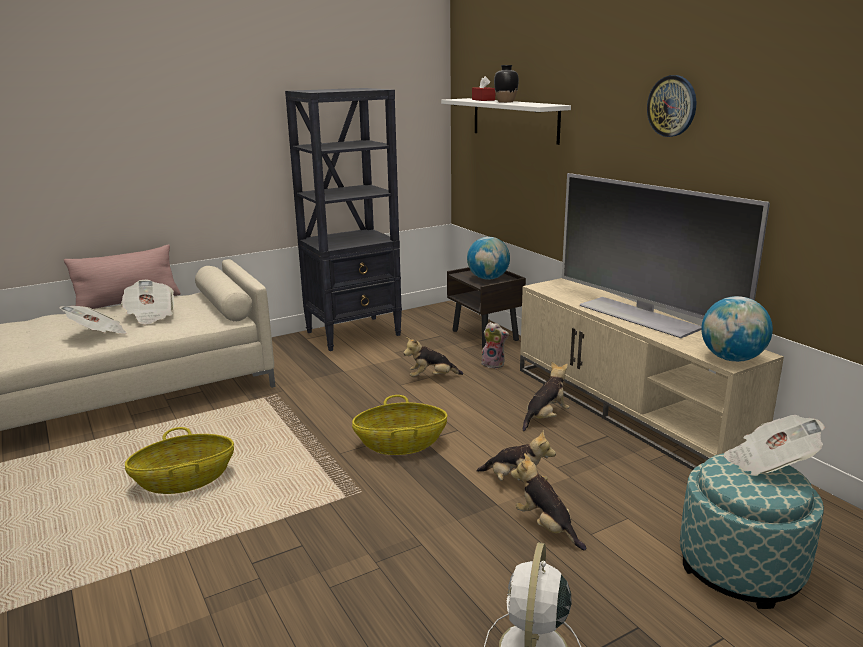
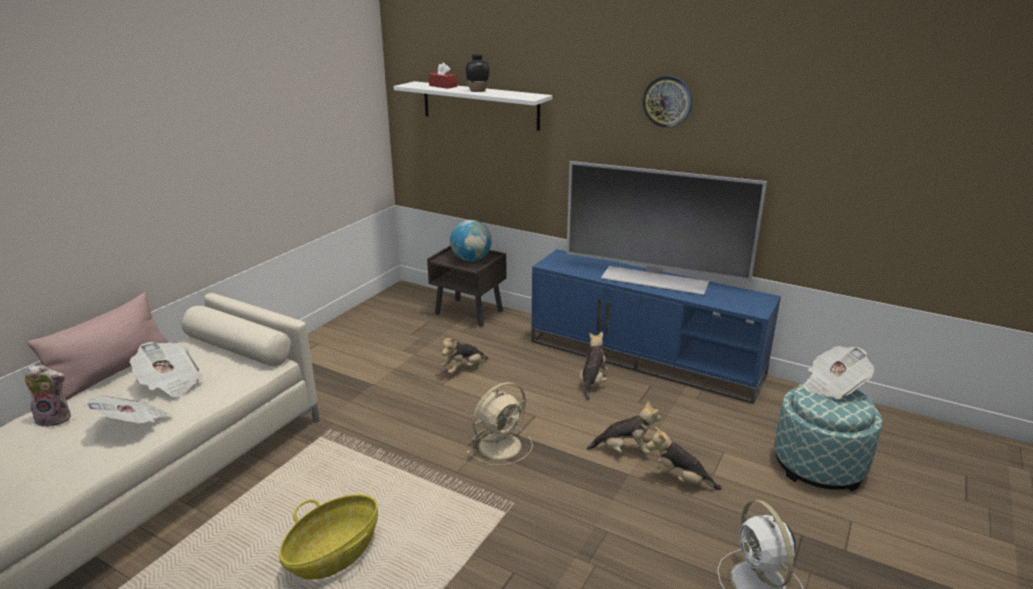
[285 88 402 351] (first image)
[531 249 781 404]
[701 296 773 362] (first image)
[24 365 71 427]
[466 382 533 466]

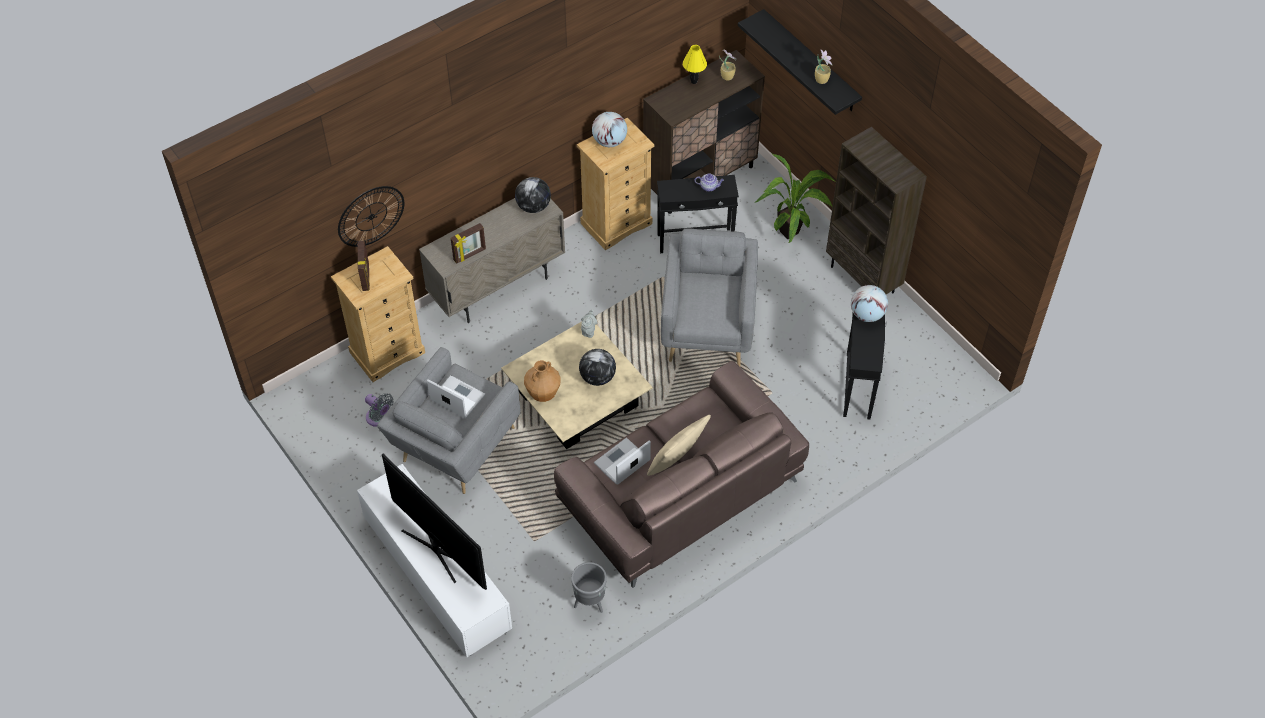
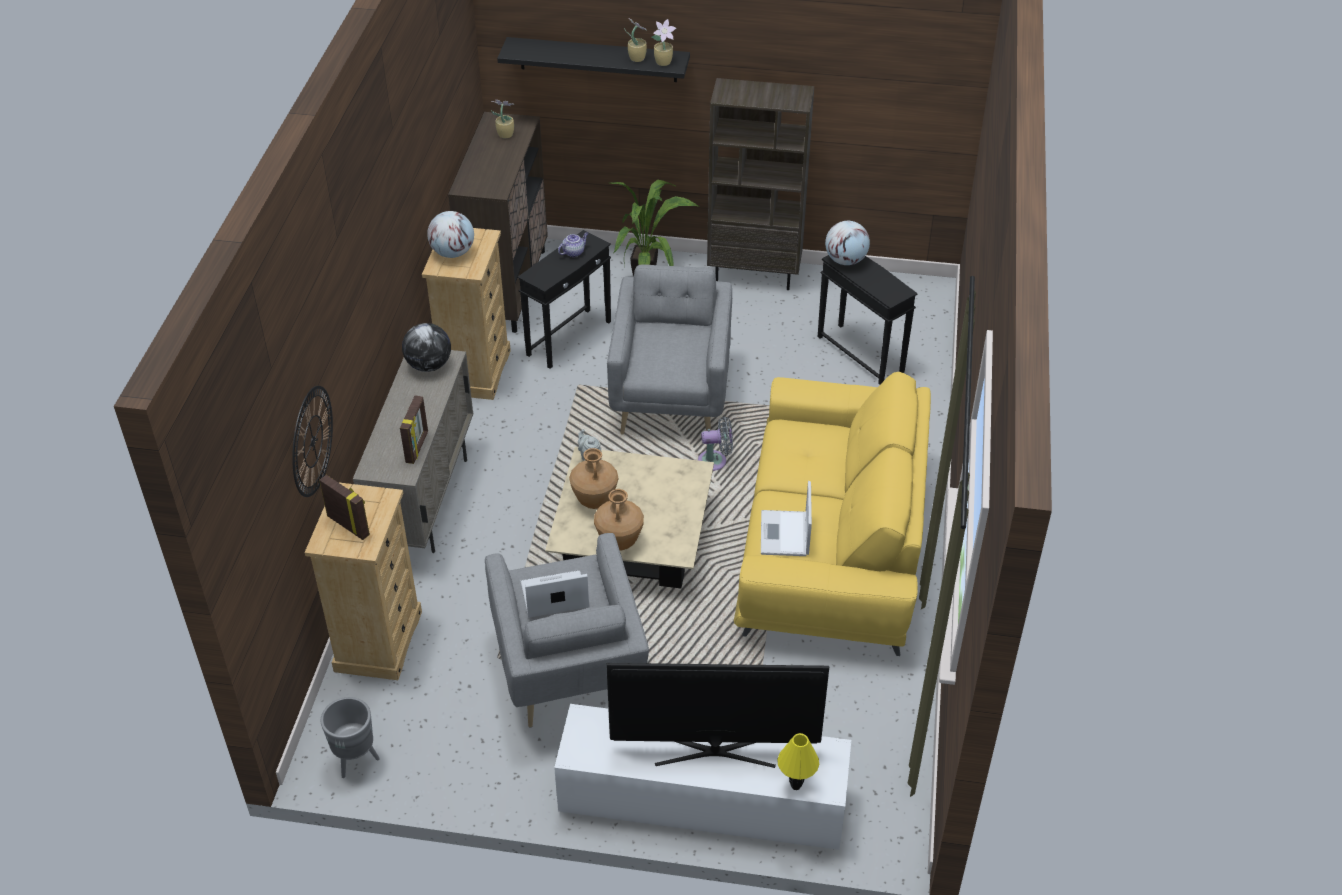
[777 733 819 790]
[607 265 732 434]
[579 349 616 386] (first image)
[734 372 931 656]
[698 417 733 471]
[647 415 711 476] (first image)
[321 697 380 778]
[652 19 676 66]
[569 448 618 509]

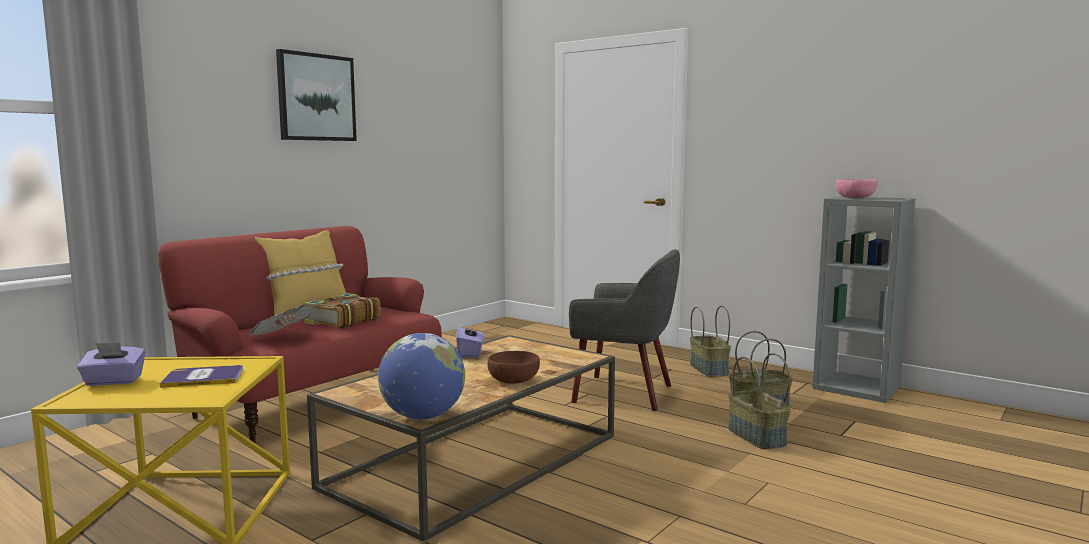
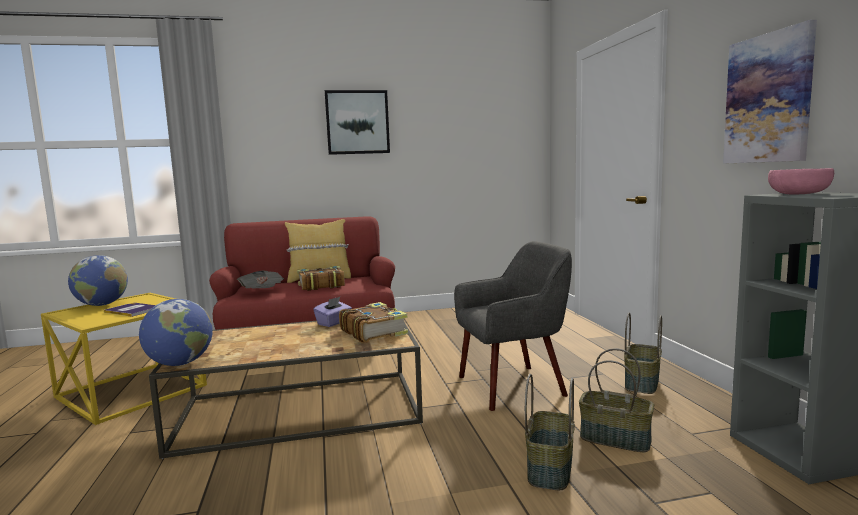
[454 241 572 411]
[68 255 128 306]
[488 351 540 384] (first image)
[723 20 817 164]
[339 302 408 342]

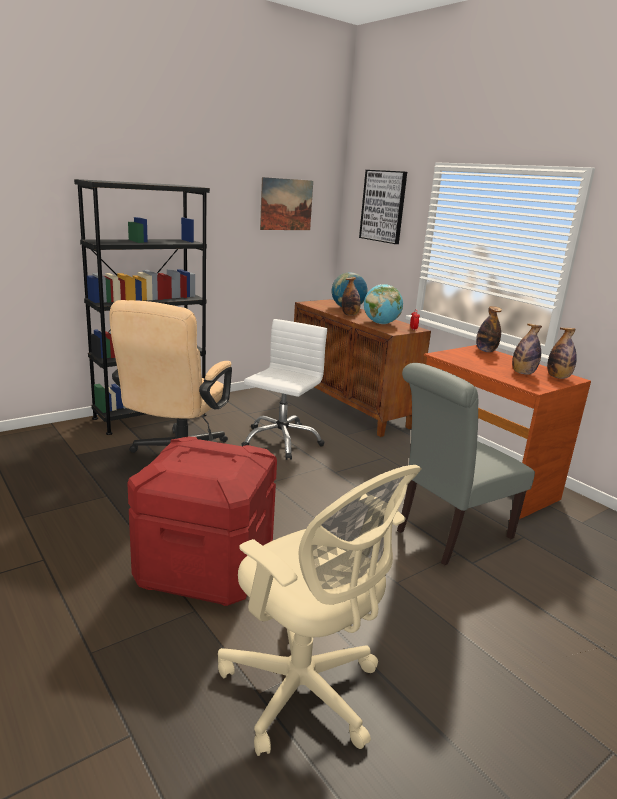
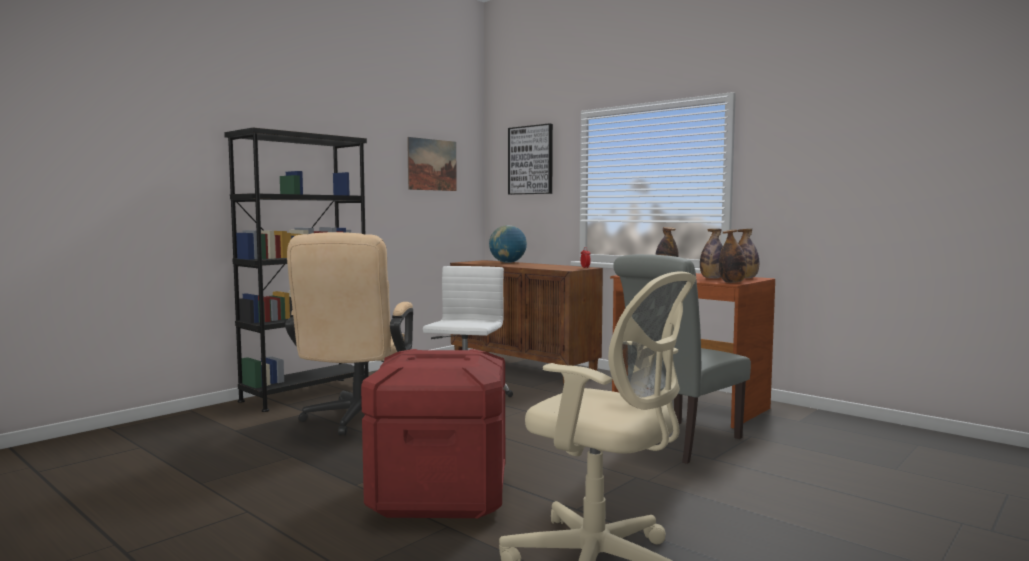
[719 229 747 283]
[364 284 403 324] (first image)

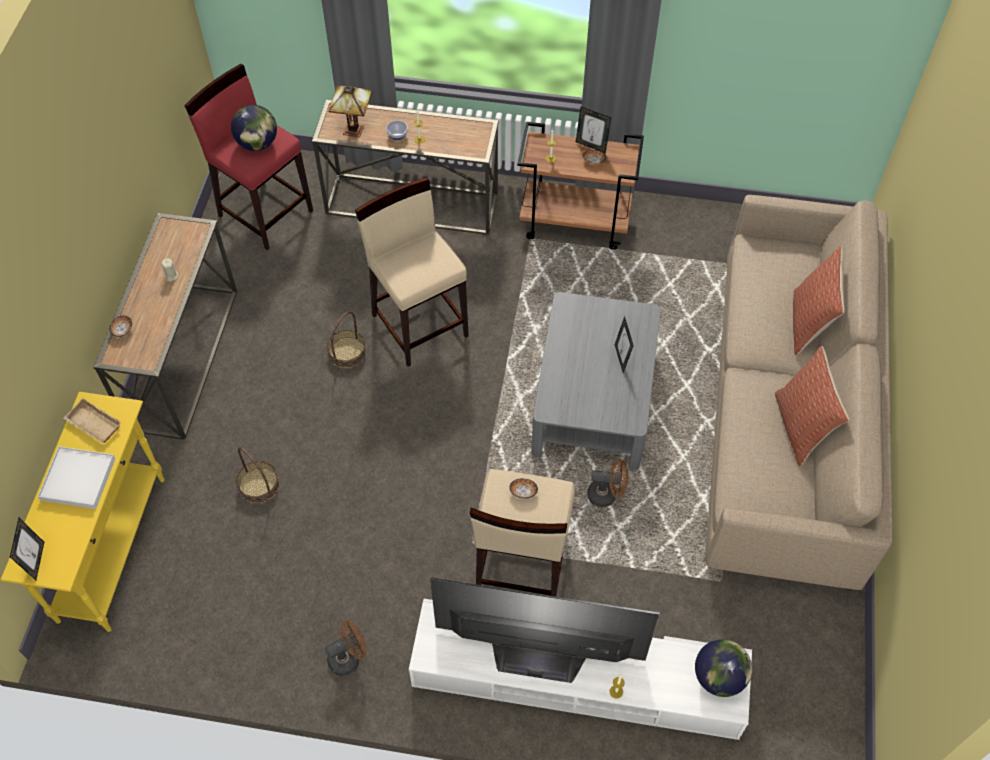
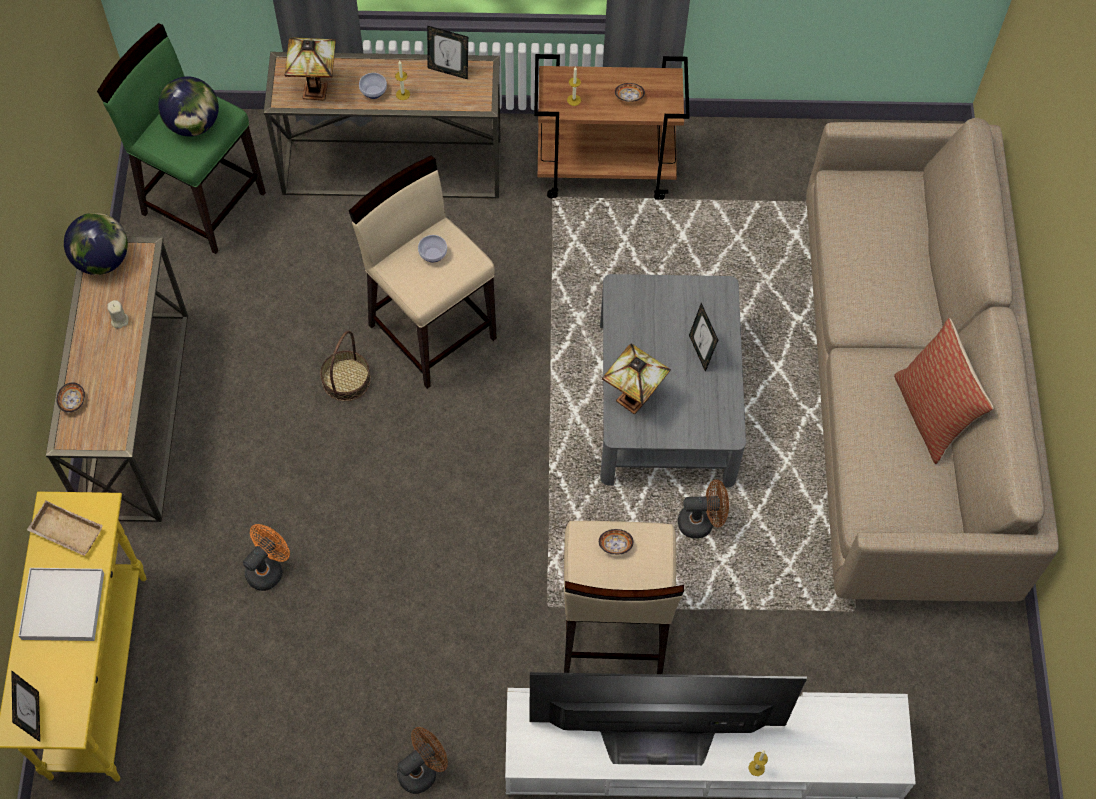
[97 23 266 254]
[427 25 468 79]
[793 246 845 355] (first image)
[243 524 290 591]
[64 213 128 275]
[418 235 447 263]
[602 344 671 414]

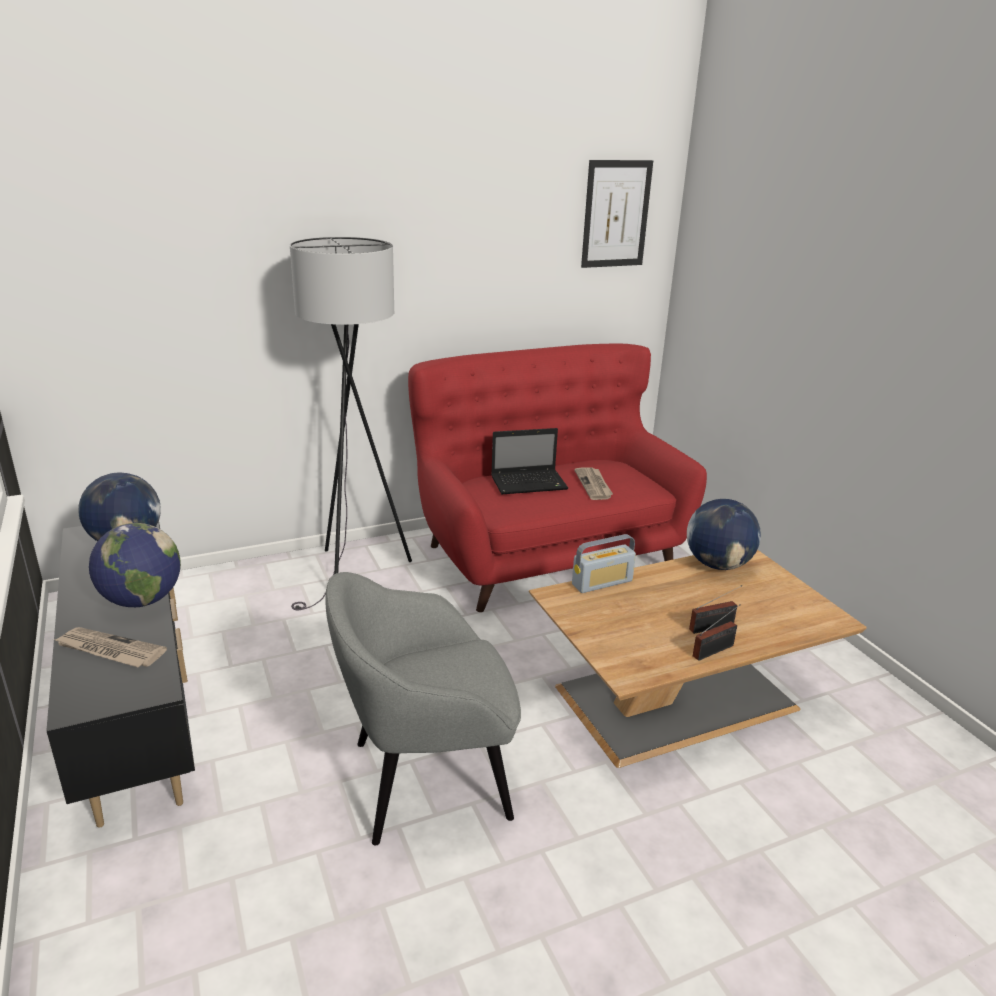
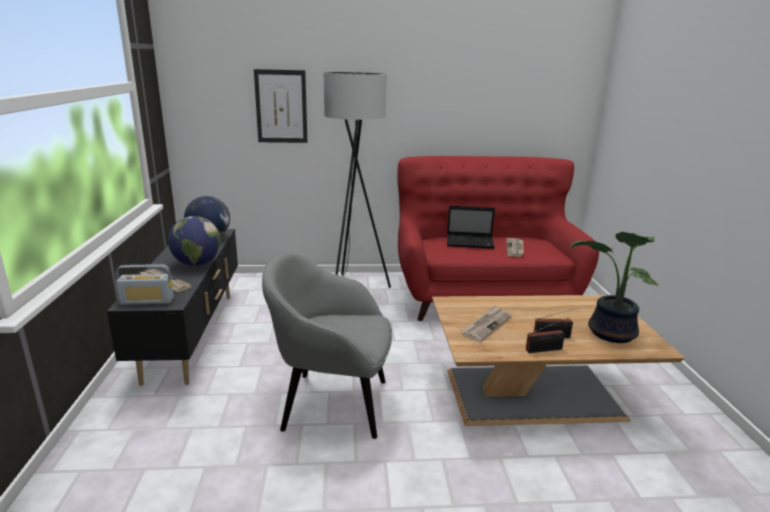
[254 69 307 143]
[687 499 761 570] (first image)
[116 264 174 305]
[570 232 659 343]
[461 306 511 342]

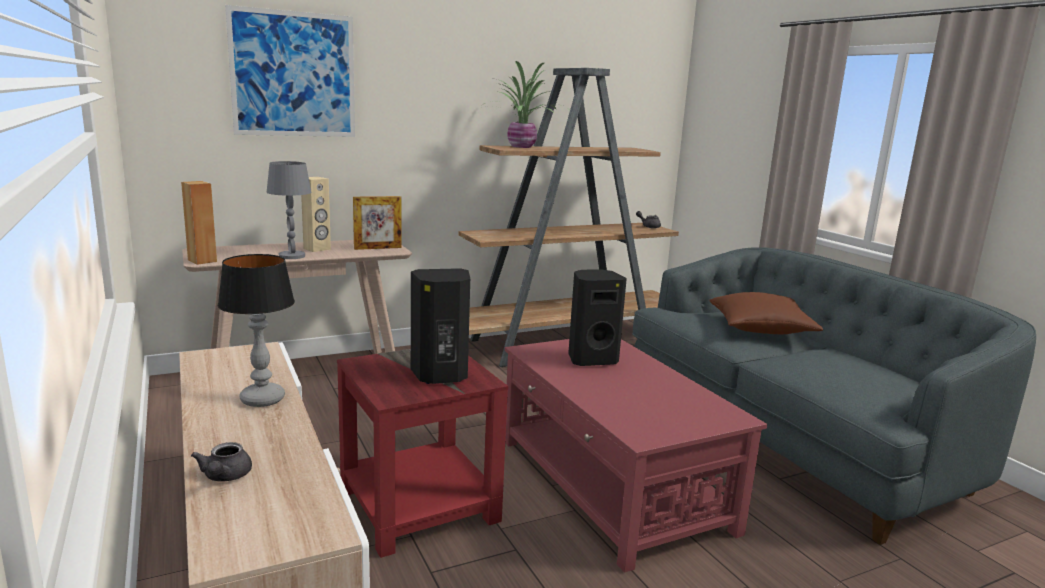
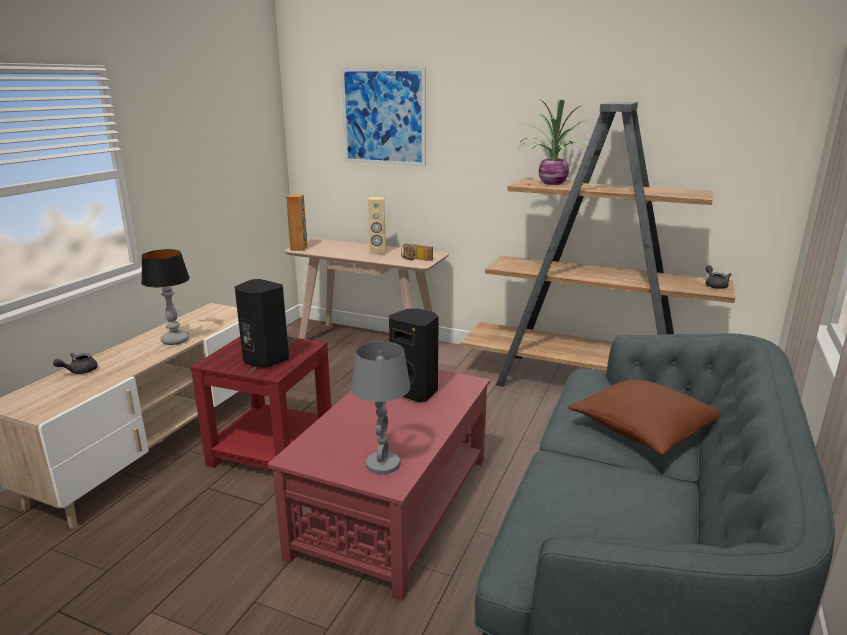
[351 341 410 474]
[401 243 433 261]

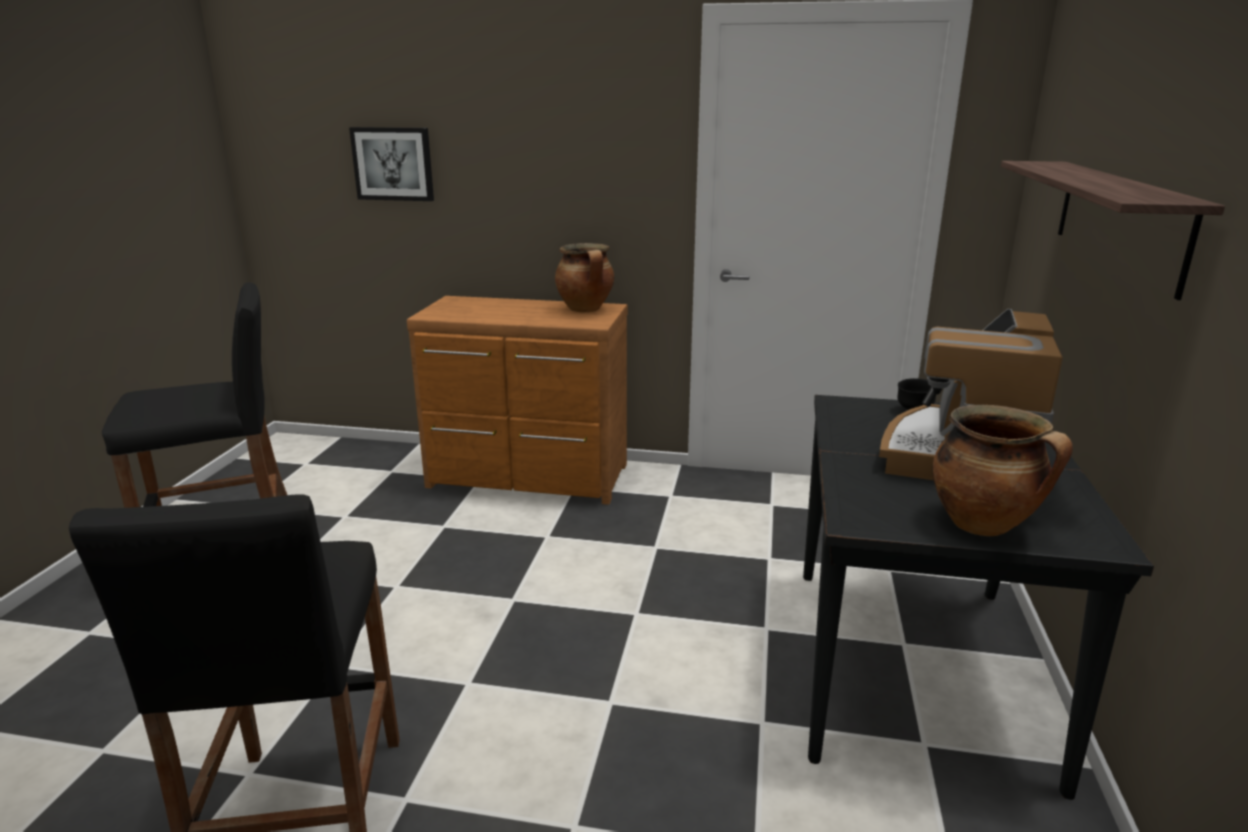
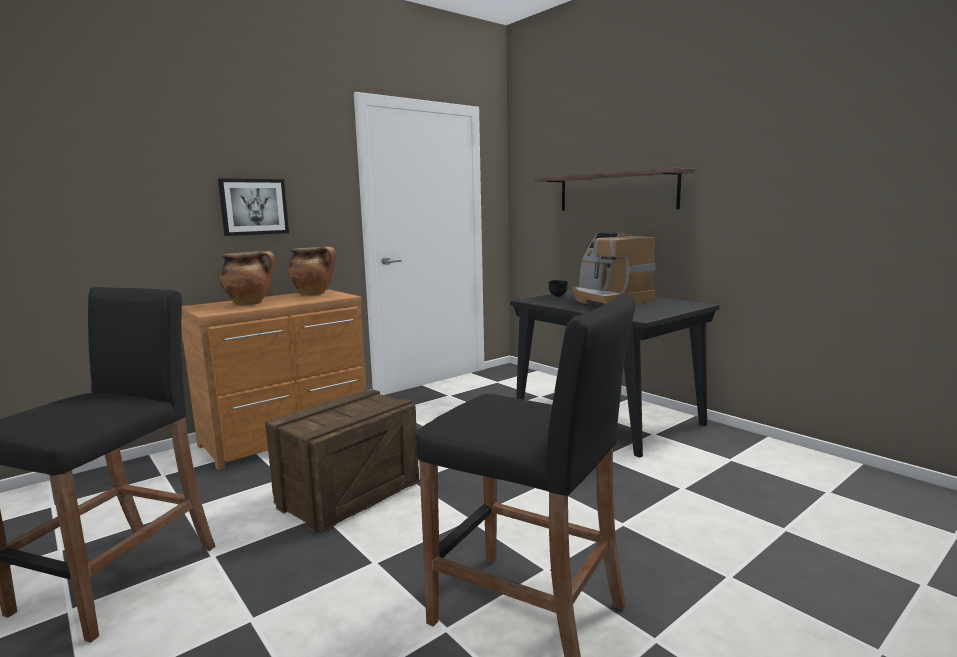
[218 178 289 236]
[220 251 275 305]
[265 389 420 532]

